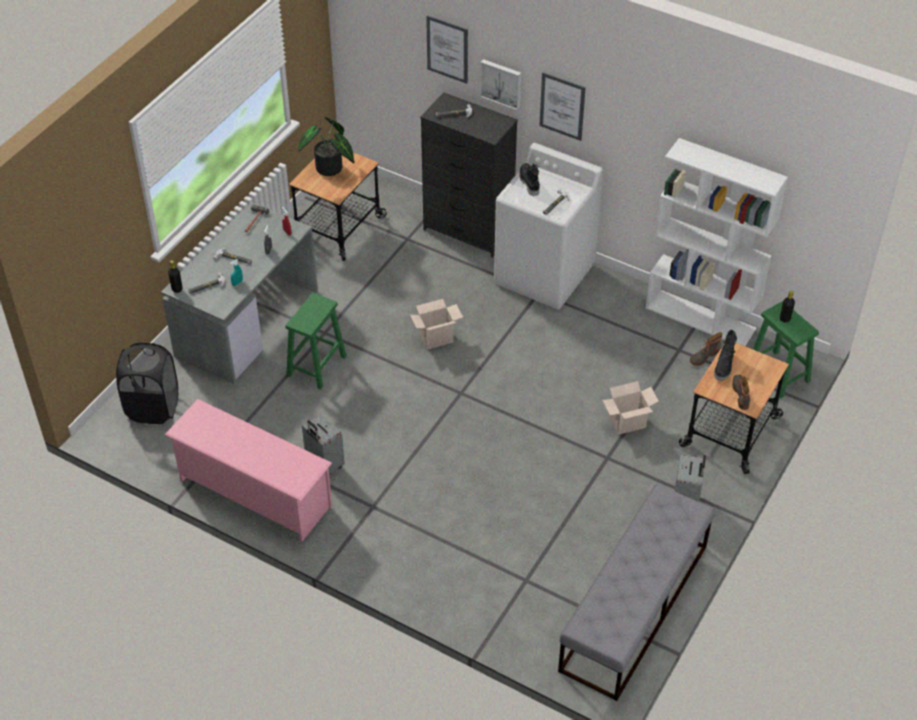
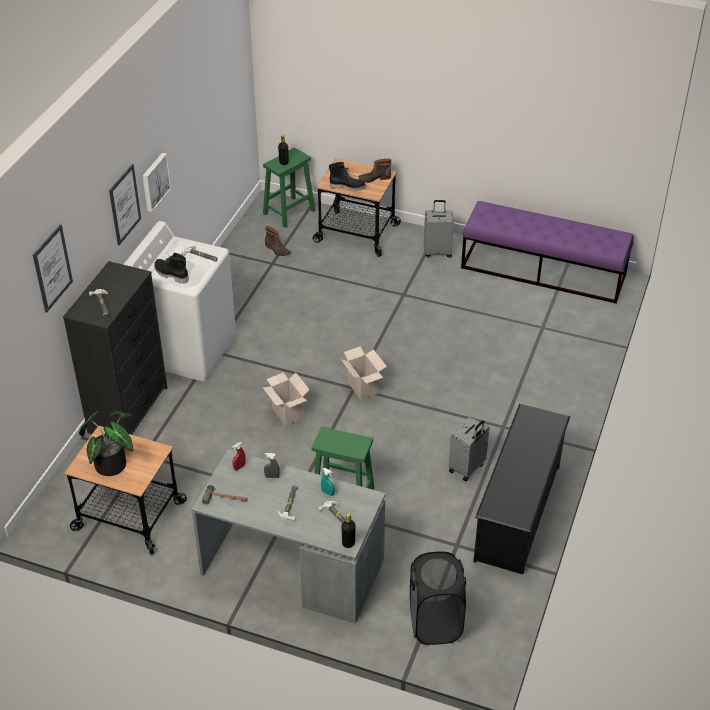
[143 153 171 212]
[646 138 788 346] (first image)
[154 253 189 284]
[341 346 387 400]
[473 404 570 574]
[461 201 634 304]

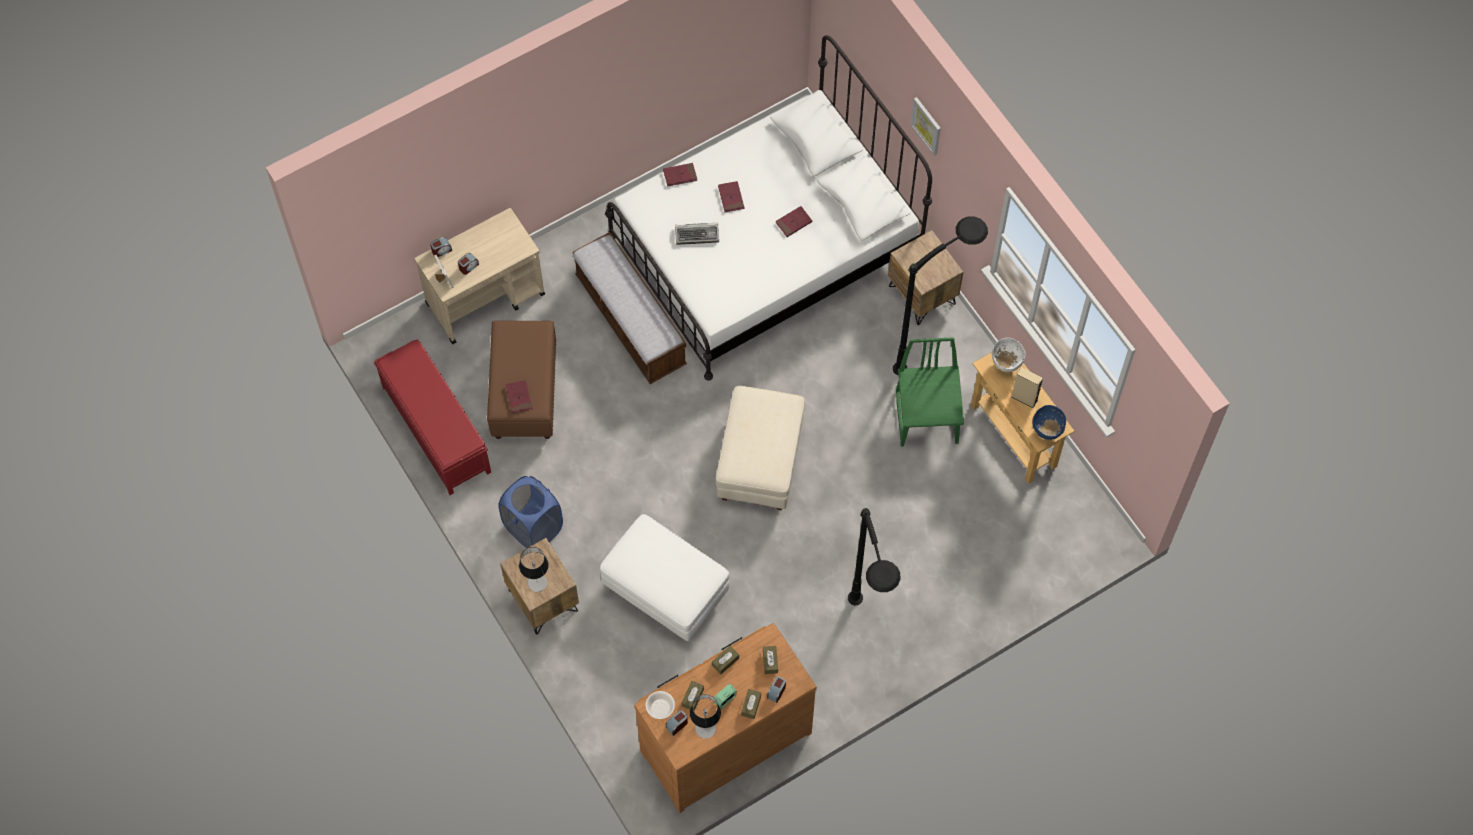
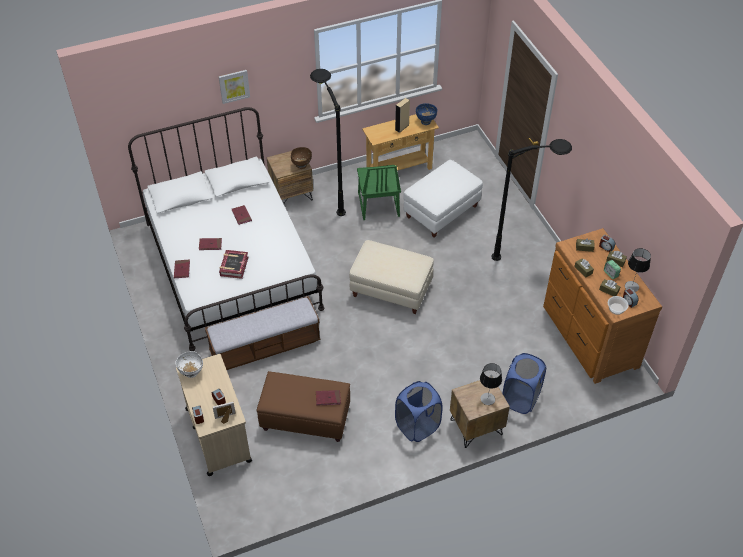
[219 250 249 279]
[357 165 401 220]
[176 351 203 378]
[374 339 491 495] (first image)
[403 160 483 238]
[291 147 312 169]
[502 353 546 414]

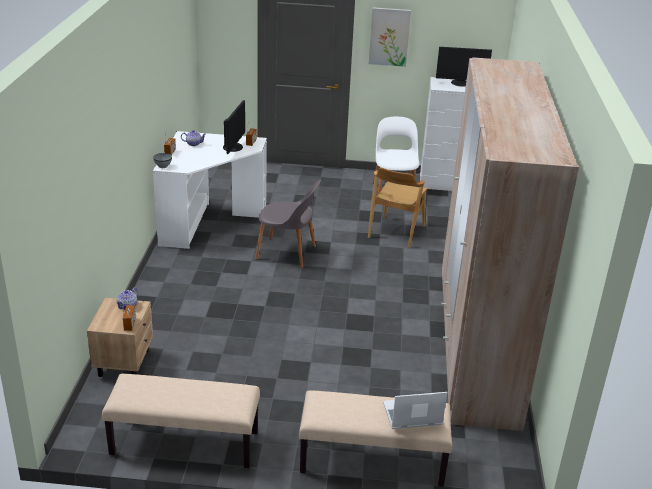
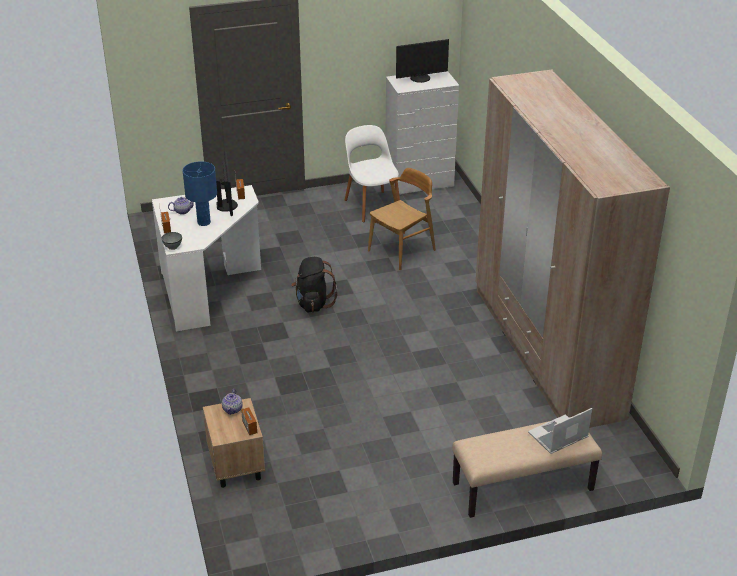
[369 7 411 67] (first image)
[368 168 436 270]
[291 257 337 312]
[102 374 260 468] (first image)
[182 161 217 226]

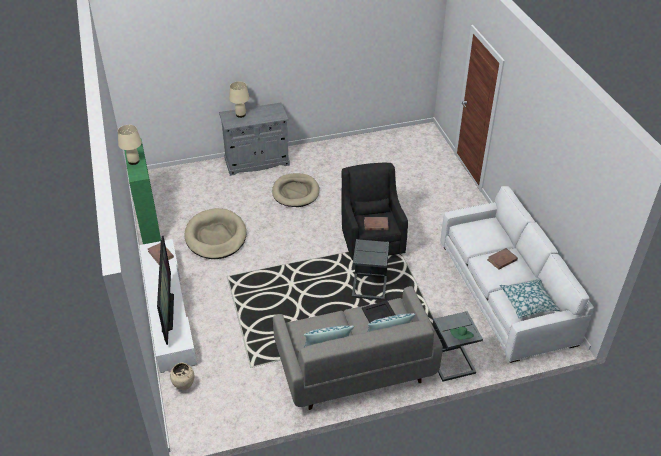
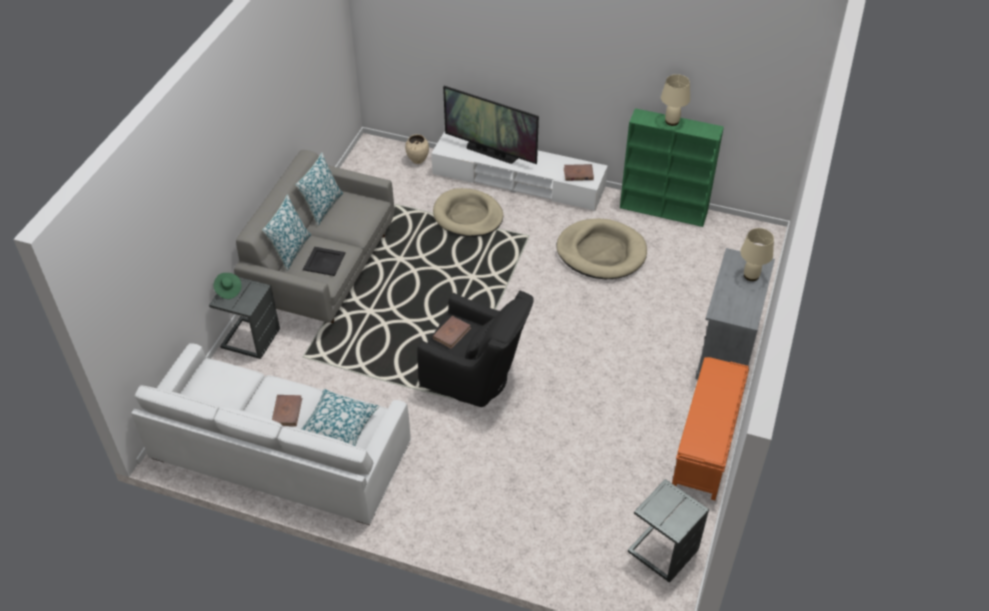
[433 188 503 237]
[628 479 709 583]
[301 389 380 446]
[672 357 749 500]

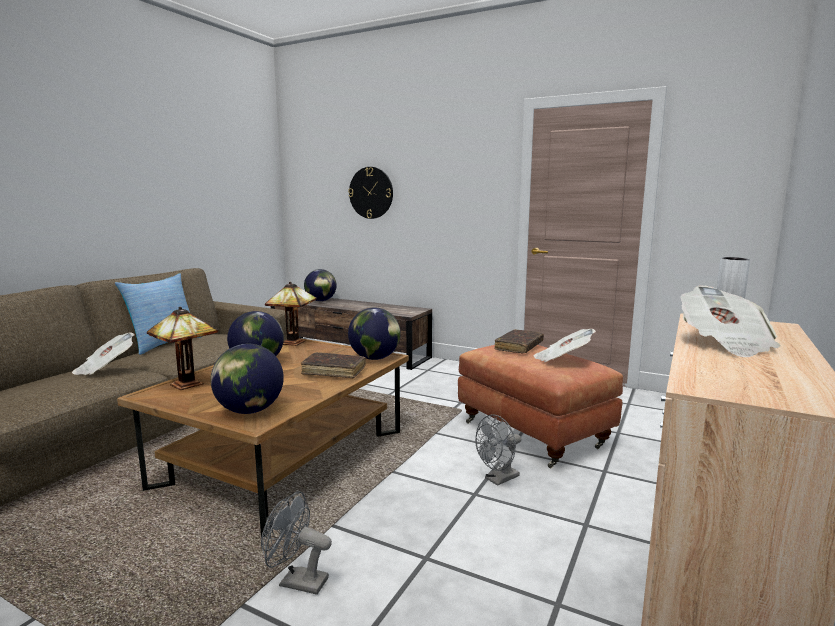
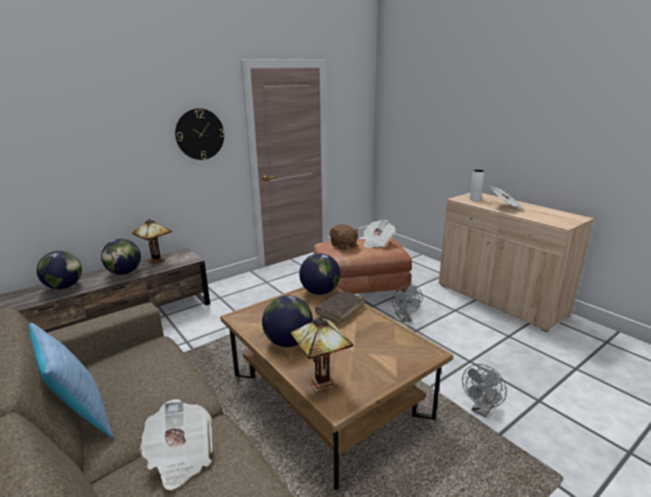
[175 108 225 160]
[132 219 172 264]
[330 224 359 250]
[101 239 141 275]

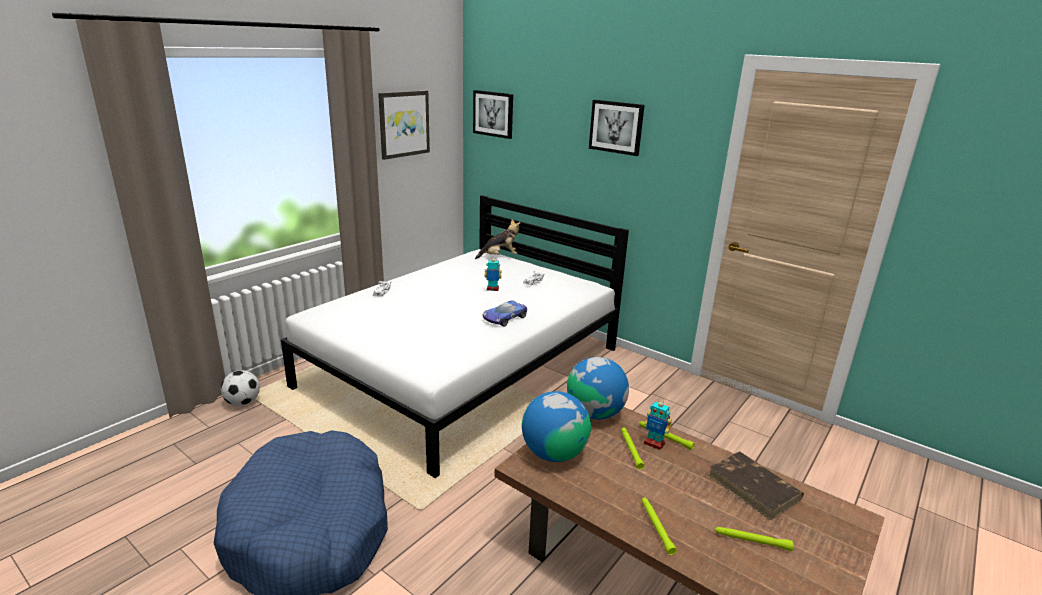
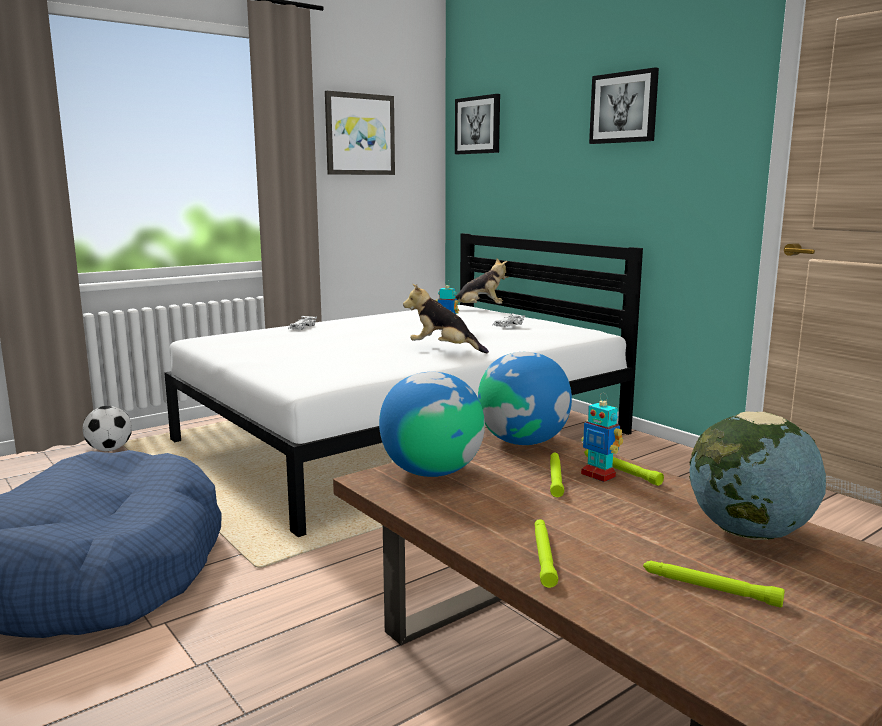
[403 284 489 353]
[689 411 826 540]

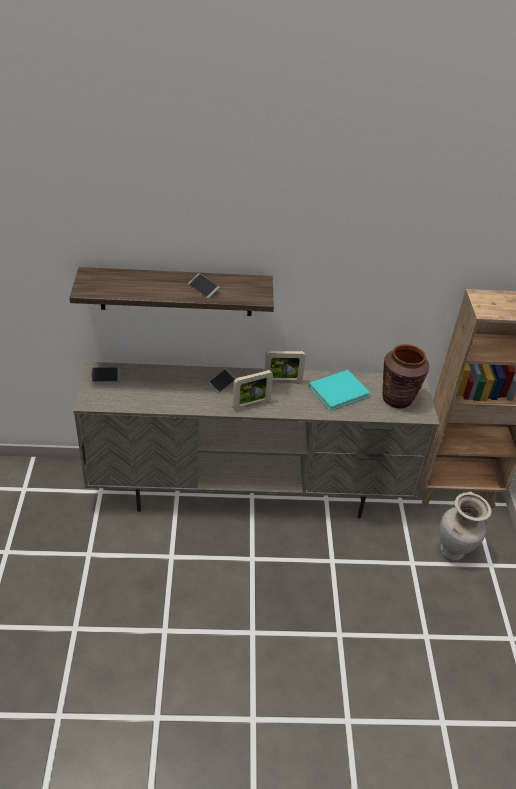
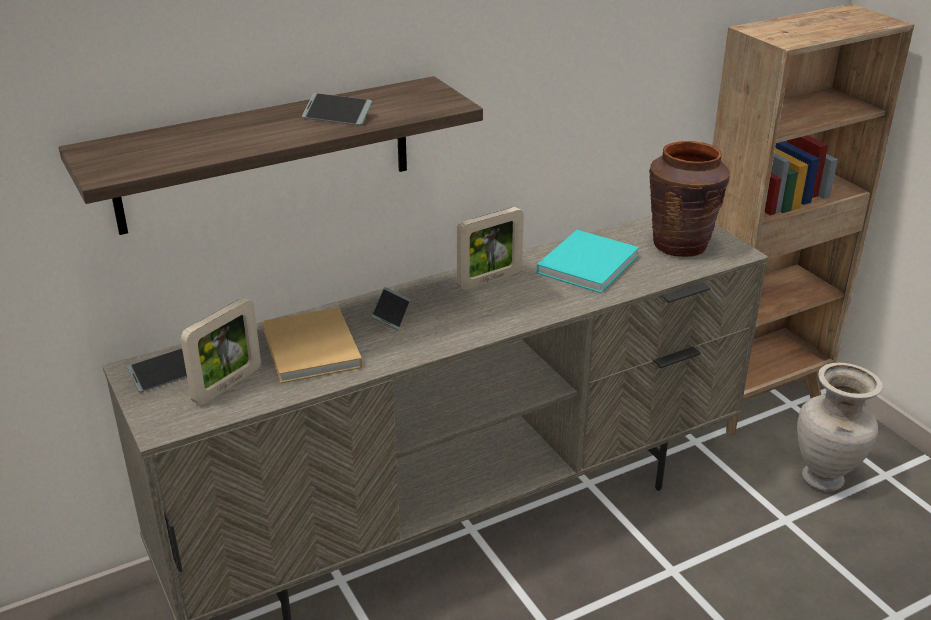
[181 298 261 405]
[262 308 362 384]

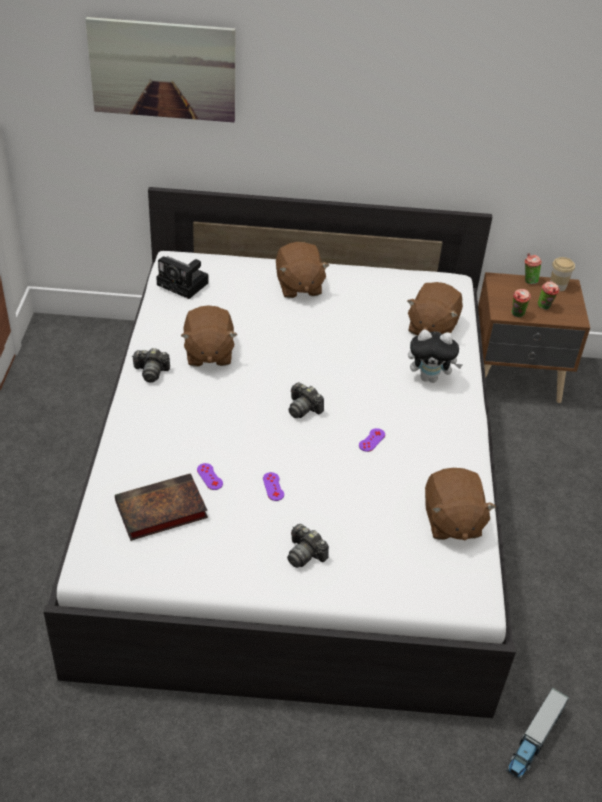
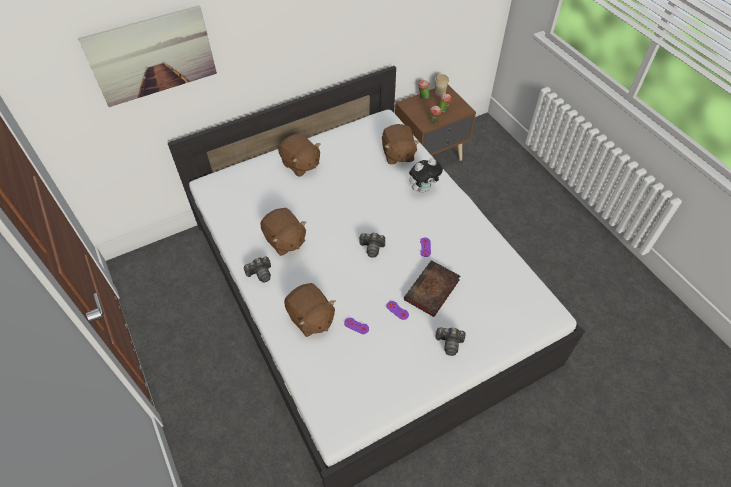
[156 256 209 299] (first image)
[284 283 336 337]
[404 260 460 317]
[506 688 569 780] (first image)

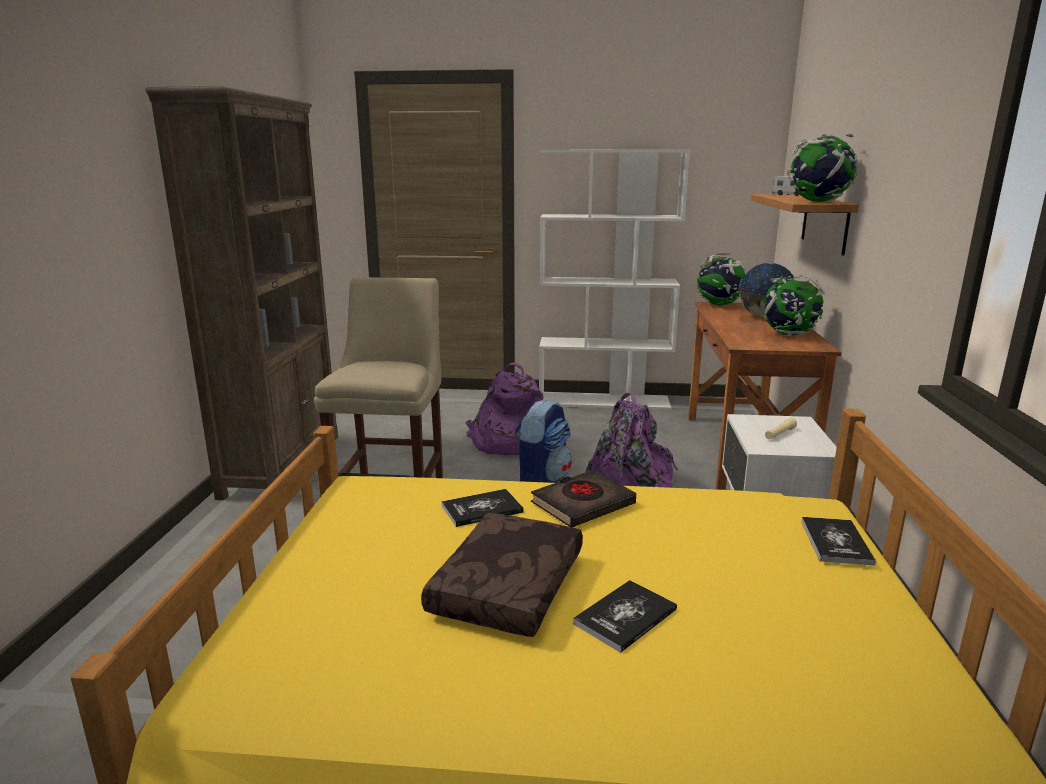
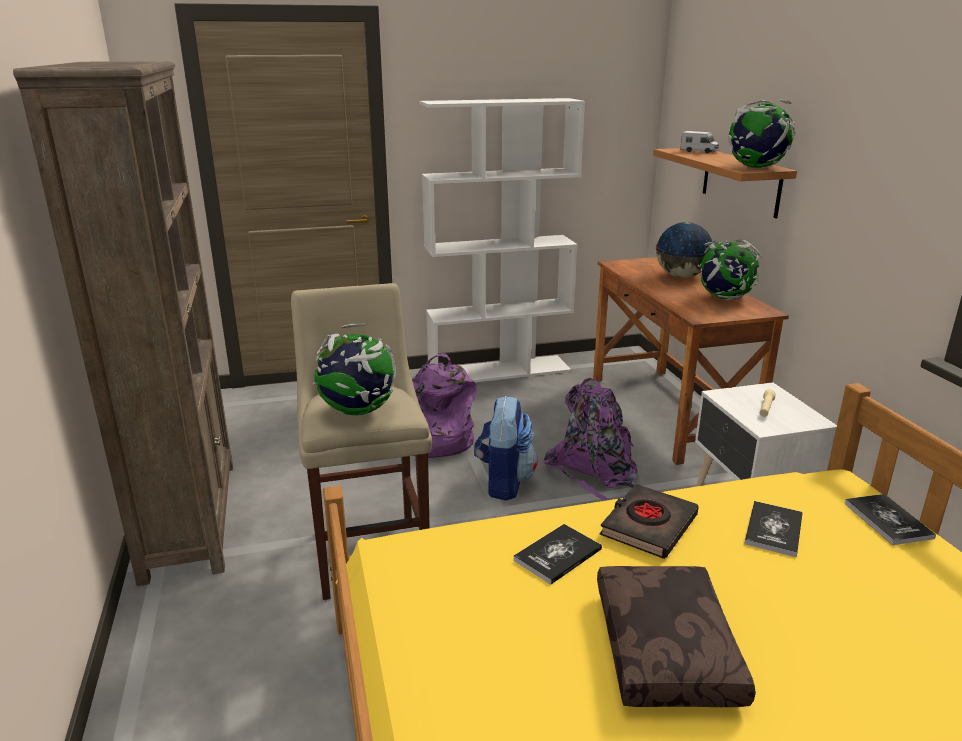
[313 323 396 415]
[744 501 802 557]

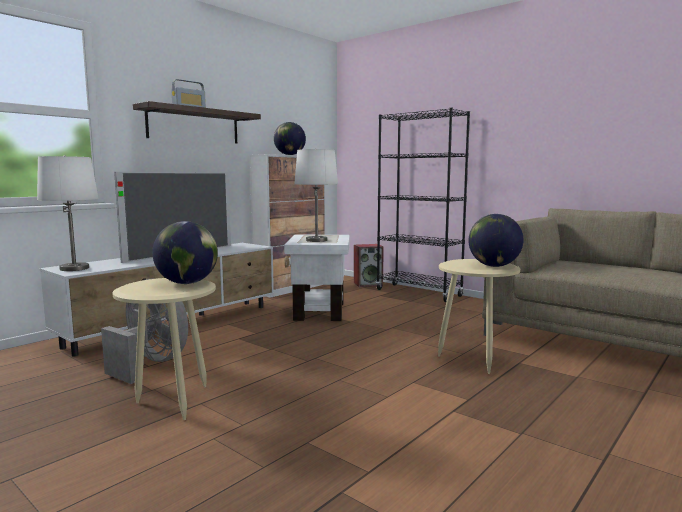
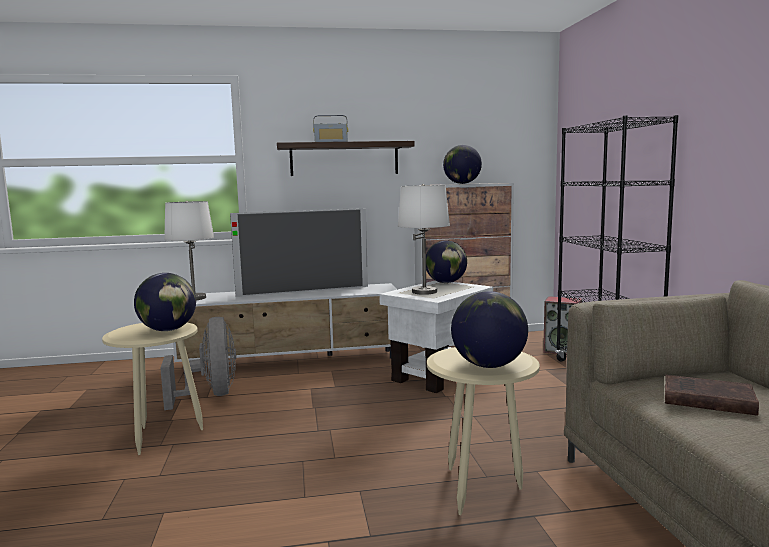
[426 240 467 283]
[665 375 759 416]

